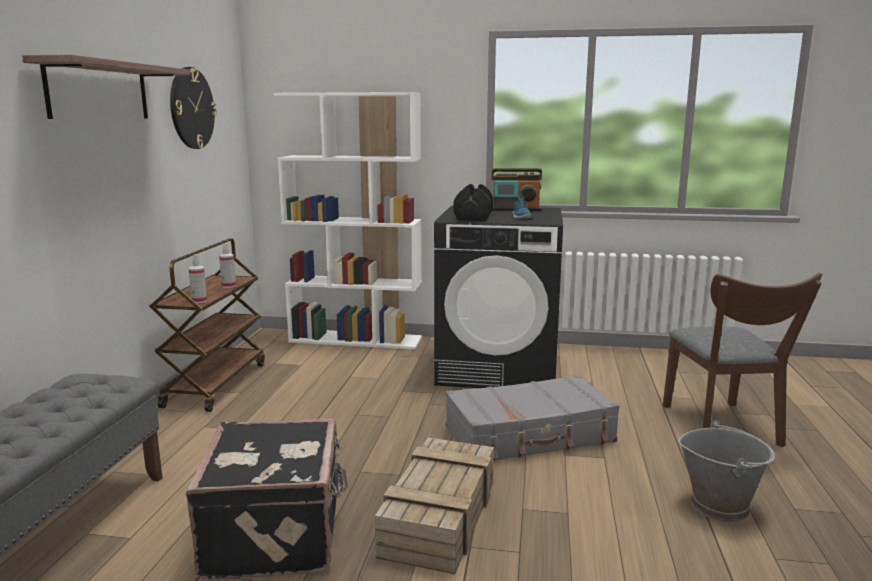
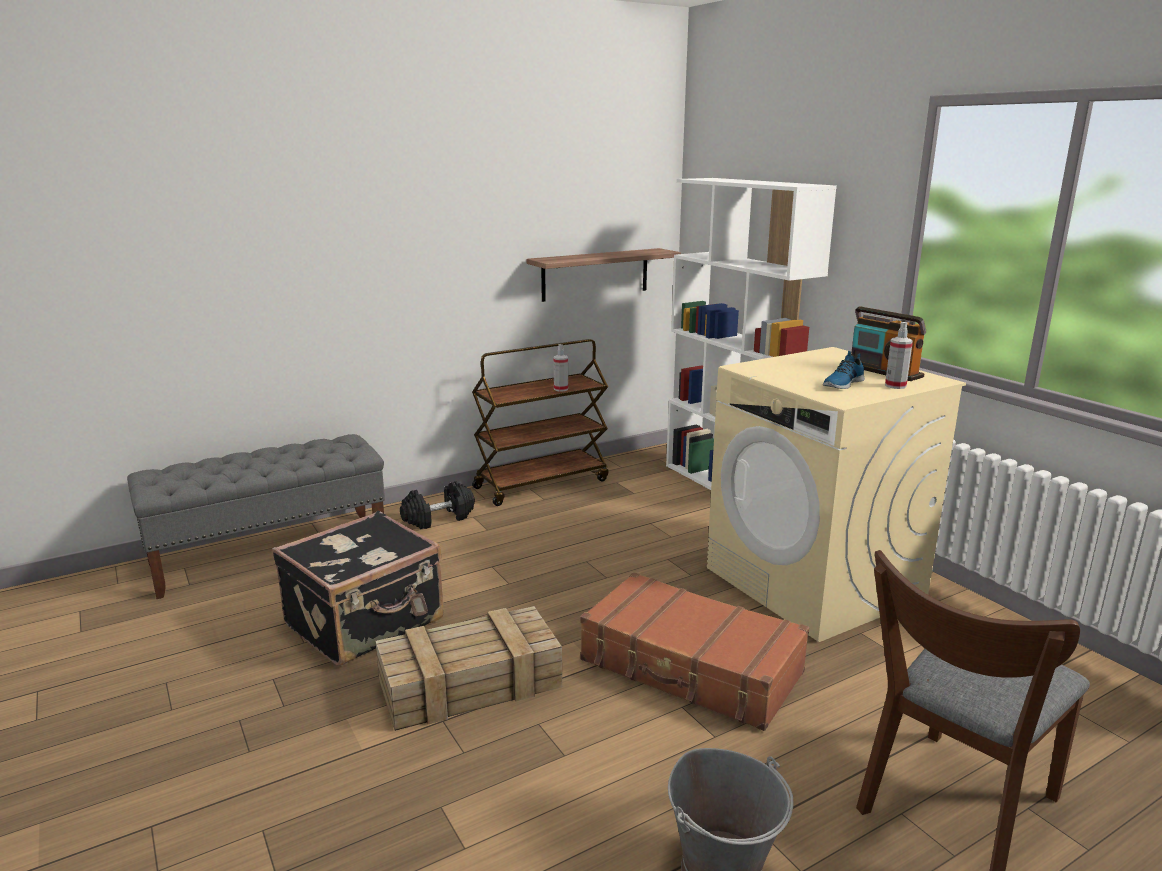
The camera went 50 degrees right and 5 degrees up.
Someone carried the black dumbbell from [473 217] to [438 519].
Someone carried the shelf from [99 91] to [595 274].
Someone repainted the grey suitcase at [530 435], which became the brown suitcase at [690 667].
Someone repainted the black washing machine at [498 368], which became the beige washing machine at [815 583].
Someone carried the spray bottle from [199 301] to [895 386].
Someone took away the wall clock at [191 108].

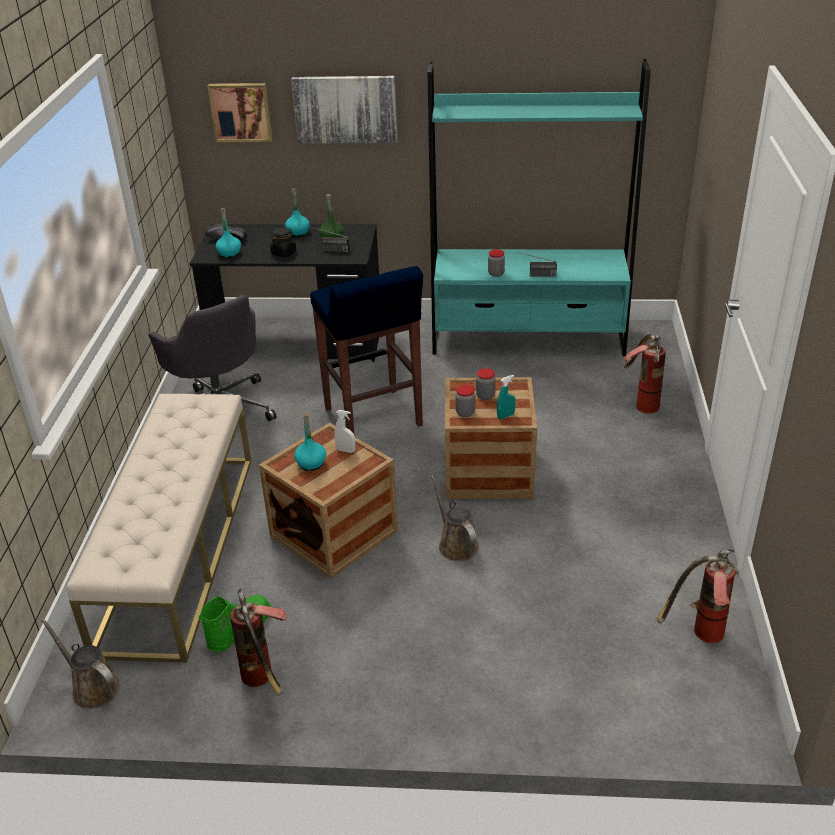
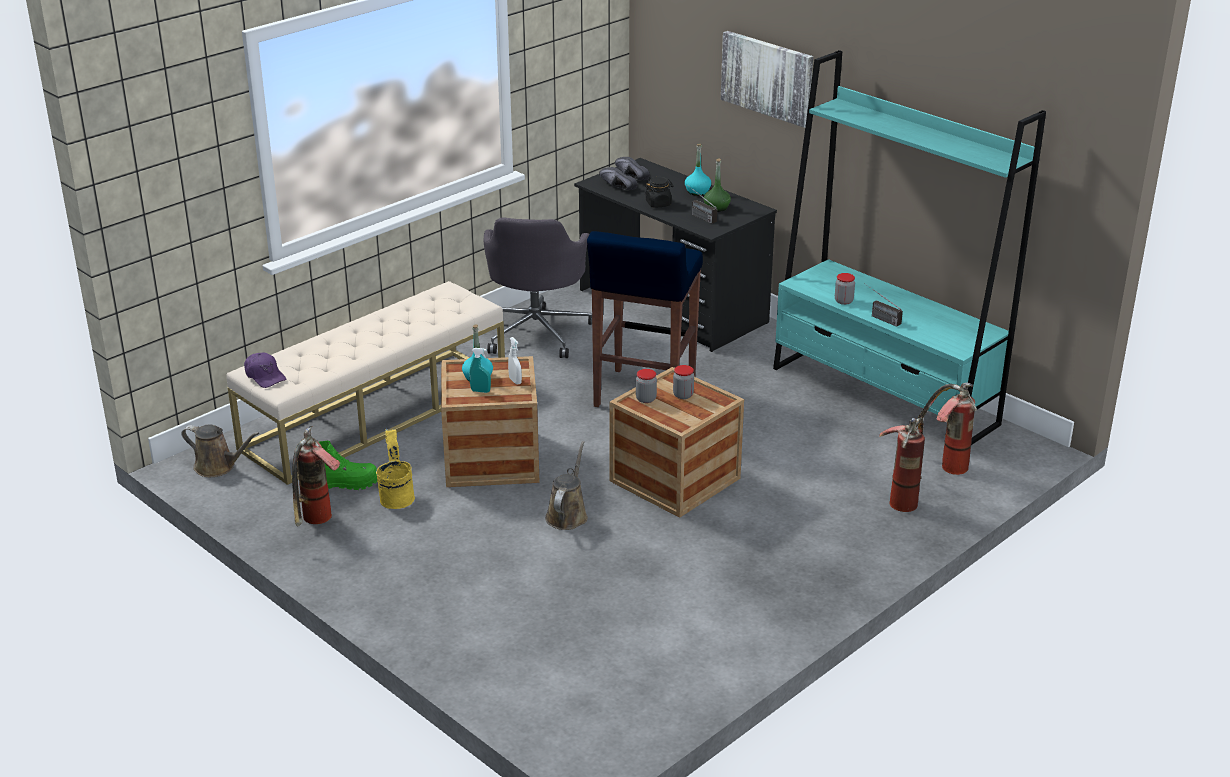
The camera went 40 degrees right and 5 degrees down.
Someone rotated the brown watering can at [92 687] by 120 degrees clockwise.
Someone put down the purple cap at [265 376].
Someone put down the yellow bucket at [396 496].
Someone carried the turquoise spray bottle from [505 416] to [480 391].
Someone swapped the turquoise bottle at [229 253] for the black shoe at [616 187].
Someone carried the fire extinguisher from [699 636] to [943 465].
Someone took away the picture at [241 111].

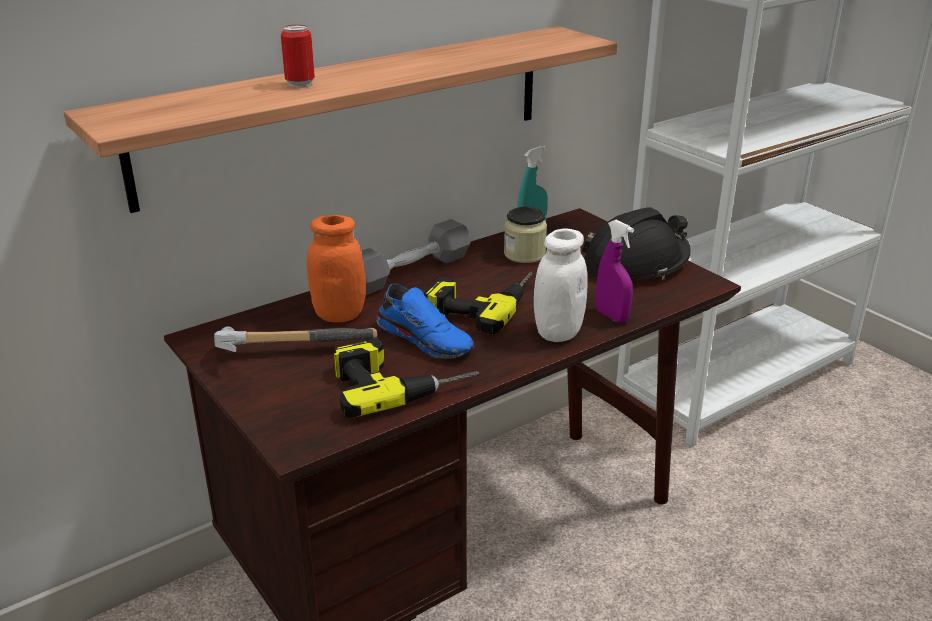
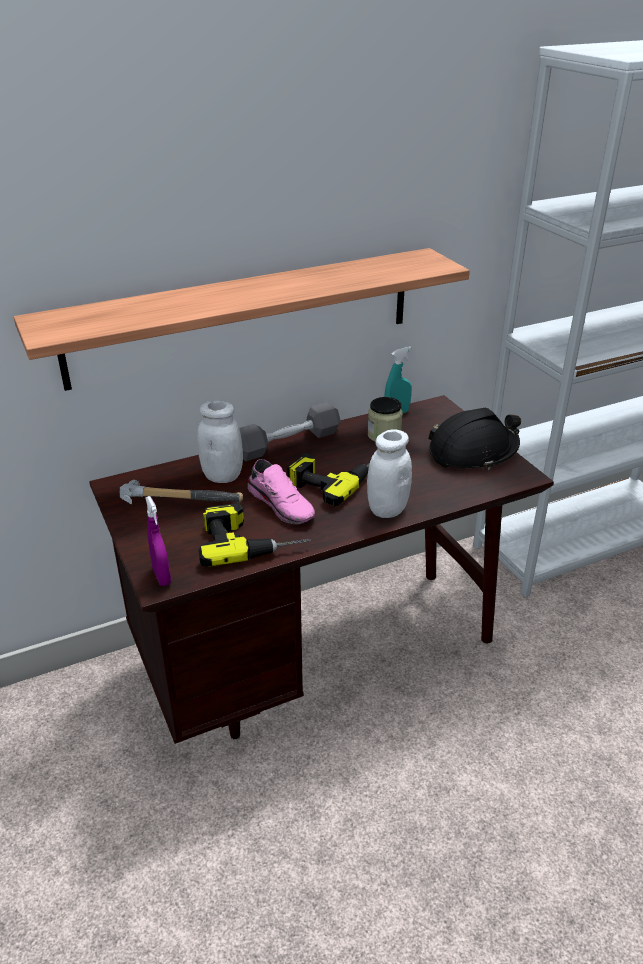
The camera went 10 degrees right and 5 degrees up.
Someone carried the purple spray bottle from [612 316] to [162 576].
Someone repainted the orange jar at [339 315], which became the white jar at [222 476].
Someone repainted the blue shoe at [426 339], which became the pink shoe at [282 504].
Someone took away the can at [300 84].

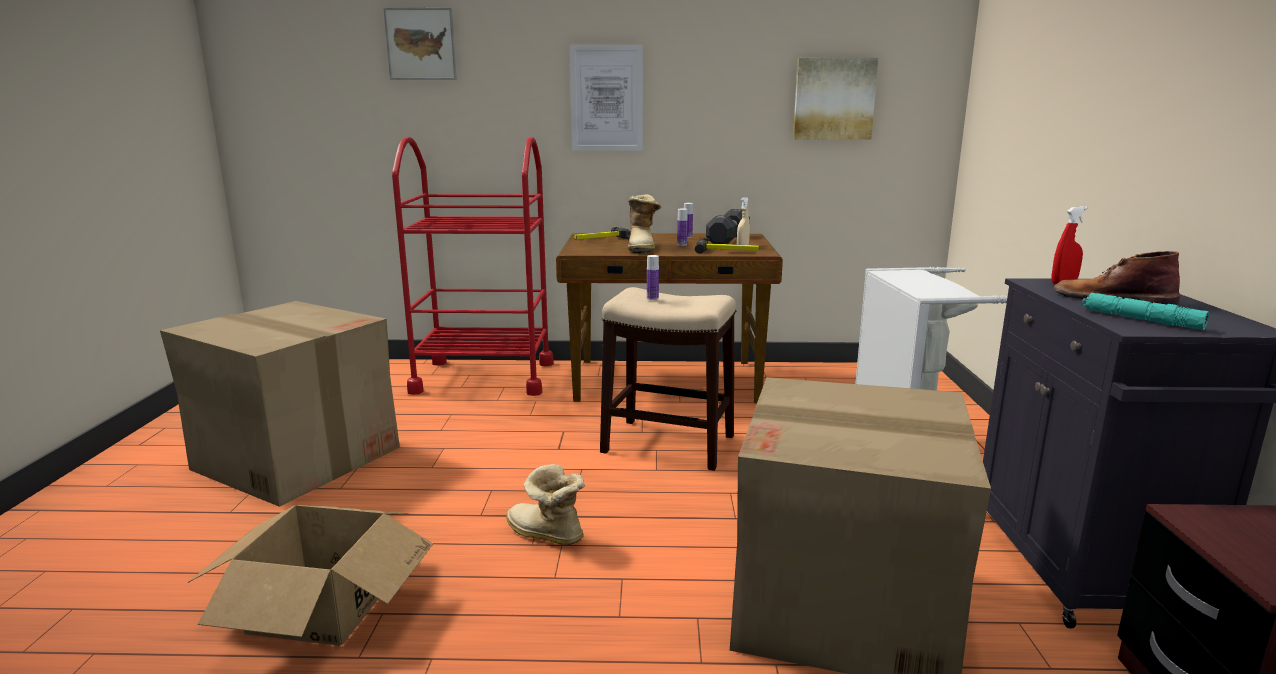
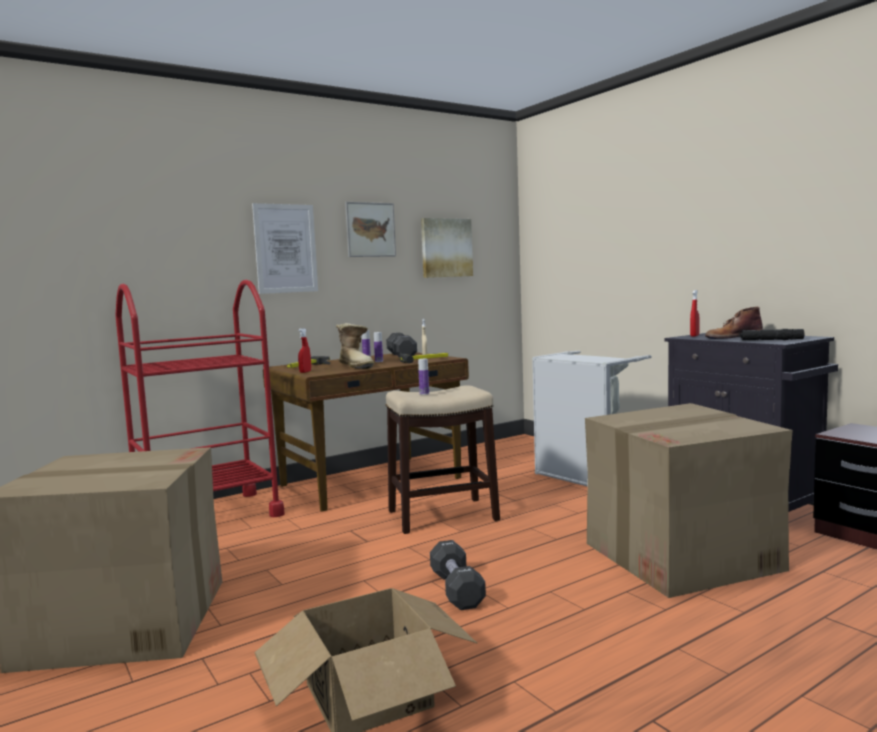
The camera went 35 degrees left and 10 degrees down.
Someone put down the red spray bottle at [305 372].
Someone carried the picture from [421 44] to [370 229].
Someone swapped the boot at [545 535] for the black dumbbell at [456 589].
Someone repainted the turquoise flashlight at [1141 319], which became the black flashlight at [771 340].

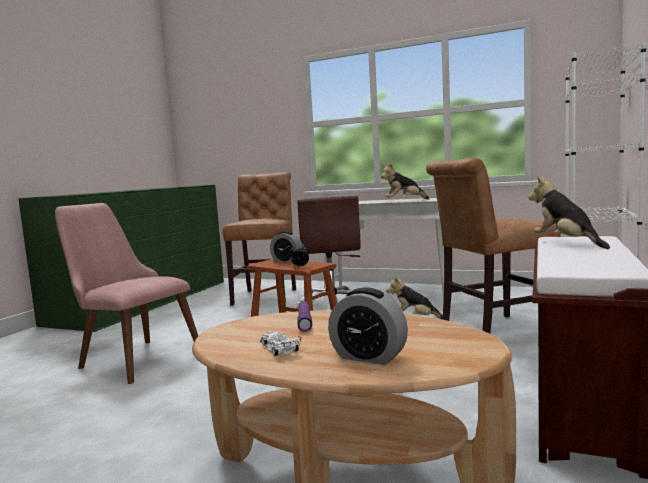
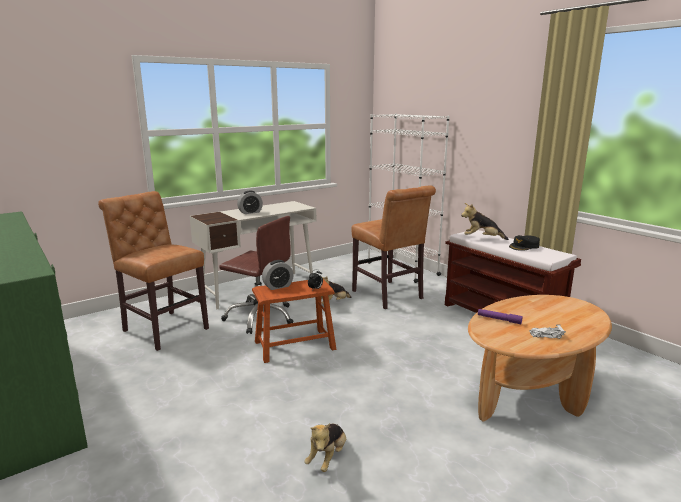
The camera went 60 degrees left and 10 degrees up.
Someone carried the alarm clock from [368 357] to [250 212].
Someone carried the plush toy from [404 201] to [327 457].
Someone rotated the brown chair at [491 332] by 45 degrees counterclockwise.
Someone put down the black cap at [524 246].
Someone took away the pink chair at [131 358].

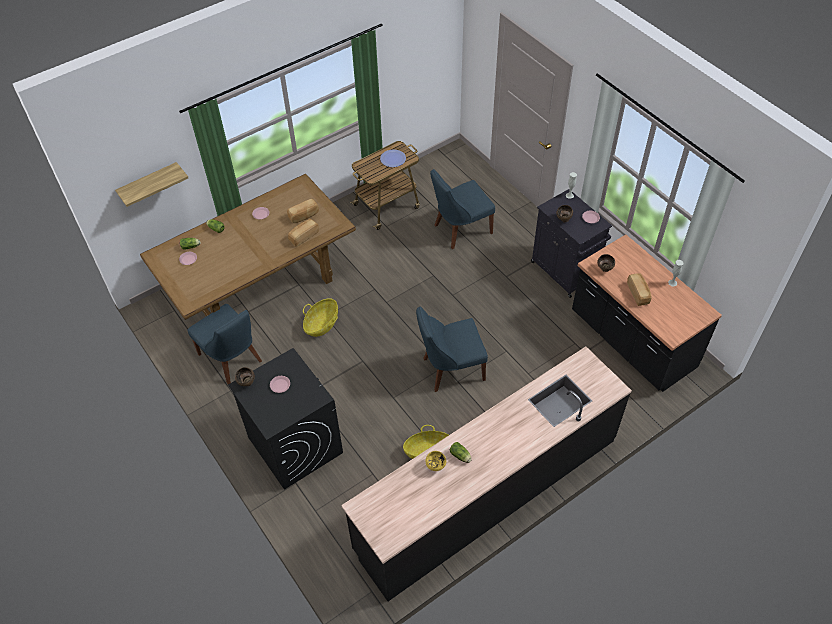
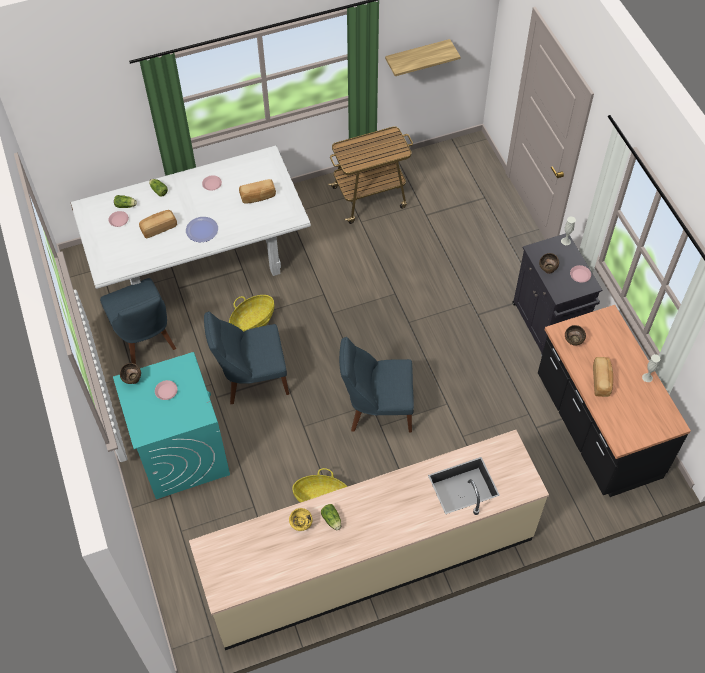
The camera went 15 degrees right and 5 degrees up.
Someone repainted the brown dining table at [260 286], which became the white dining table at [200 261].
Someone repainted the black washing machine at [294 444], which became the turquoise washing machine at [181 452].
Someone carried the bread from [303 236] to [158 228].
Someone carried the plate from [393 159] to [202 230].
Someone repainted the black counter at [487 493], which became the beige counter at [370 562].
Someone carried the blue chair from [460 230] to [252 379].
Someone carried the shelf from [149 184] to [417 57].

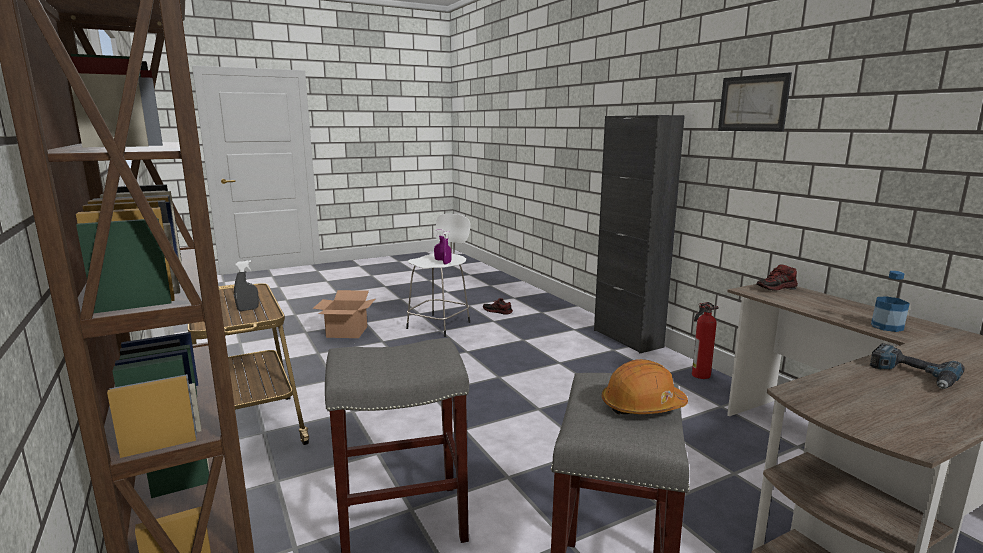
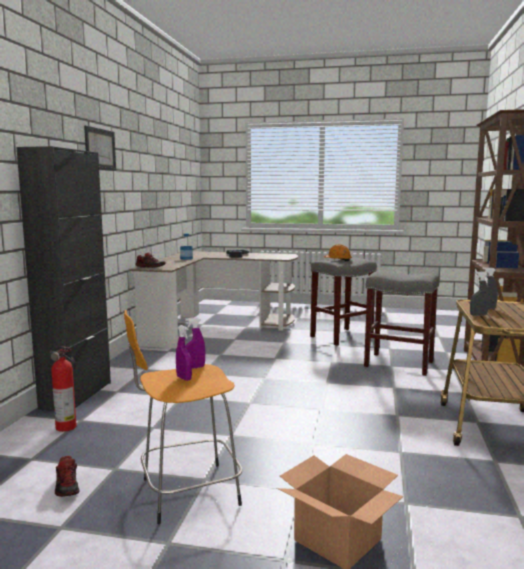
The camera went 140 degrees left and 5 degrees down.
Someone carried the fire extinguisher from [699 375] to [67 427].
Someone repainted the white stool at [440 324], which became the orange stool at [186 492].
Someone put down the grey spray bottle at [478 315].

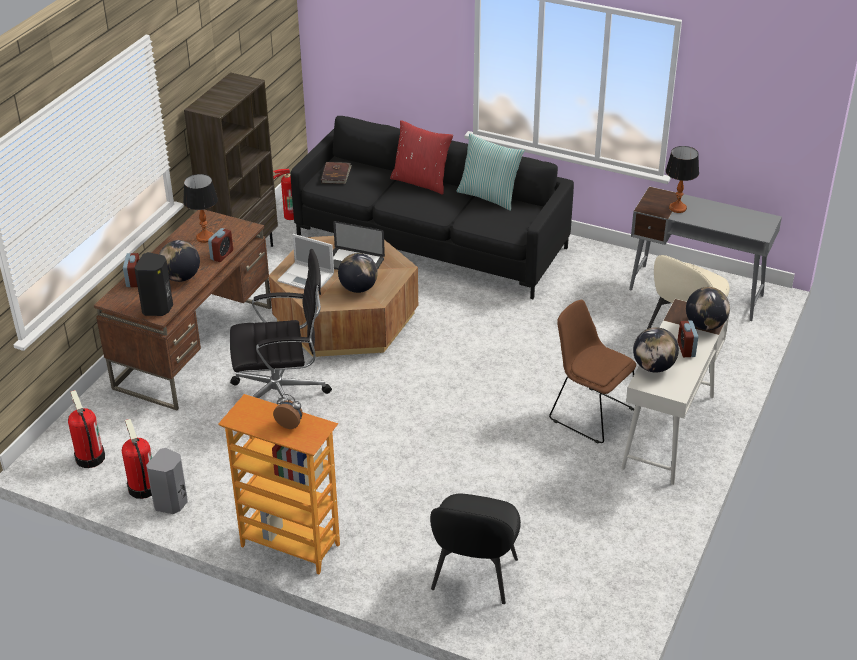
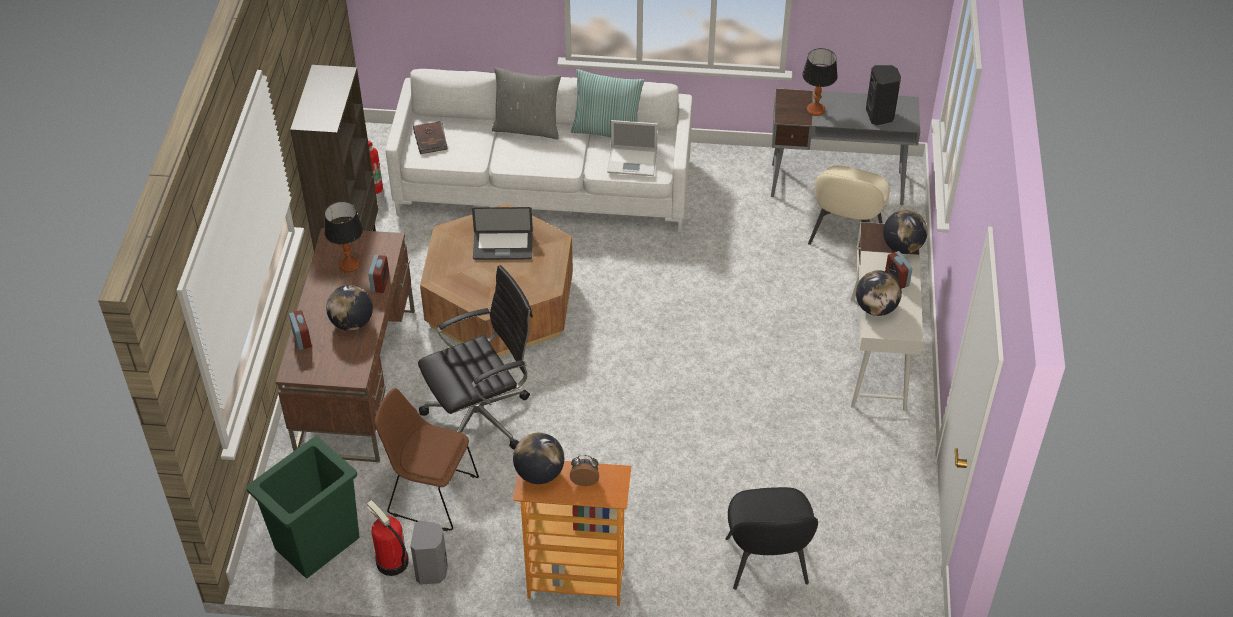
The camera went 20 degrees left and 10 degrees up.
Someone swapped the fire extinguisher at [89 458] for the green trash can at [316 543].
Someone carried the brown chair from [590 413] to [430 494].
Someone repainted the black sofa at [431 242], which became the white sofa at [544 186].
Someone repainted the red pillow at [421 182], which became the grey pillow at [527 128].
Someone carried the globe from [358 289] to [539 473].
Someone carried the laptop from [307 278] to [633 161].
Someone carried the black speaker from [158 308] to [880 116].

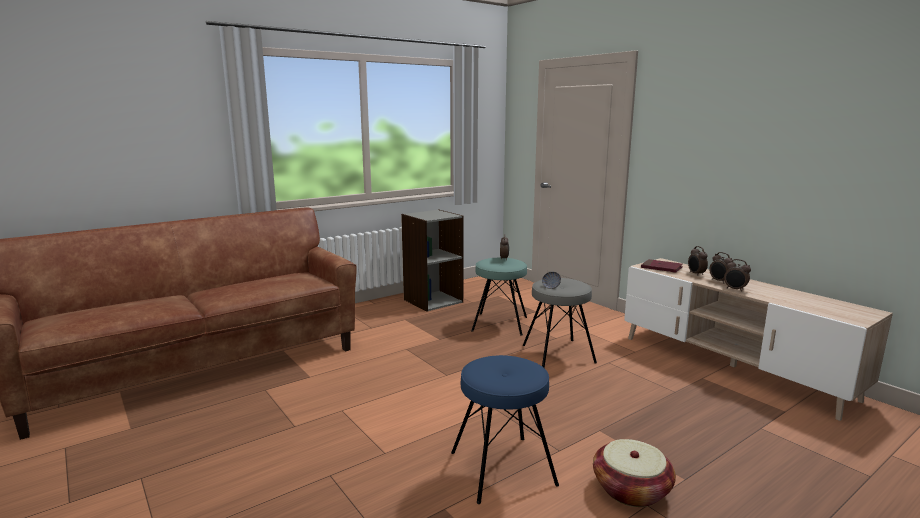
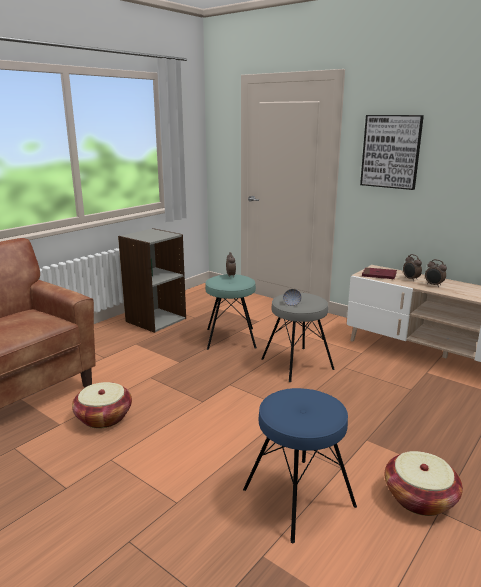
The camera went 15 degrees left and 5 degrees up.
Someone put down the basket at [104 417].
Someone put up the picture at [391 151].
Someone took away the alarm clock at [735 289].

